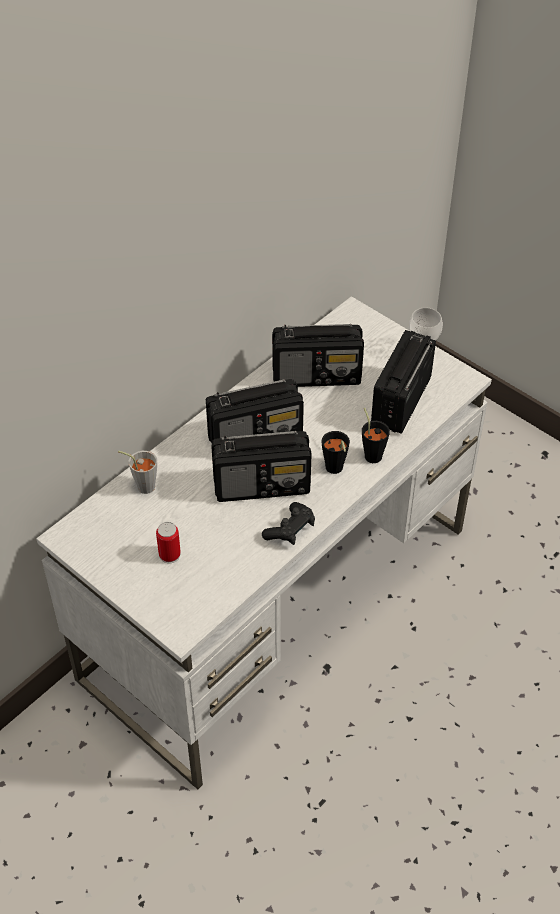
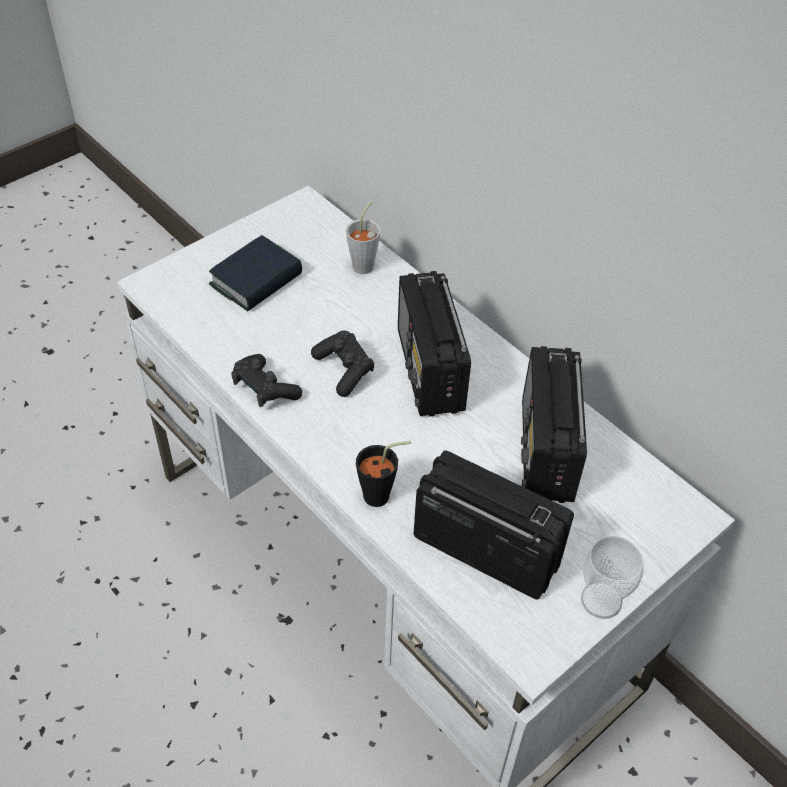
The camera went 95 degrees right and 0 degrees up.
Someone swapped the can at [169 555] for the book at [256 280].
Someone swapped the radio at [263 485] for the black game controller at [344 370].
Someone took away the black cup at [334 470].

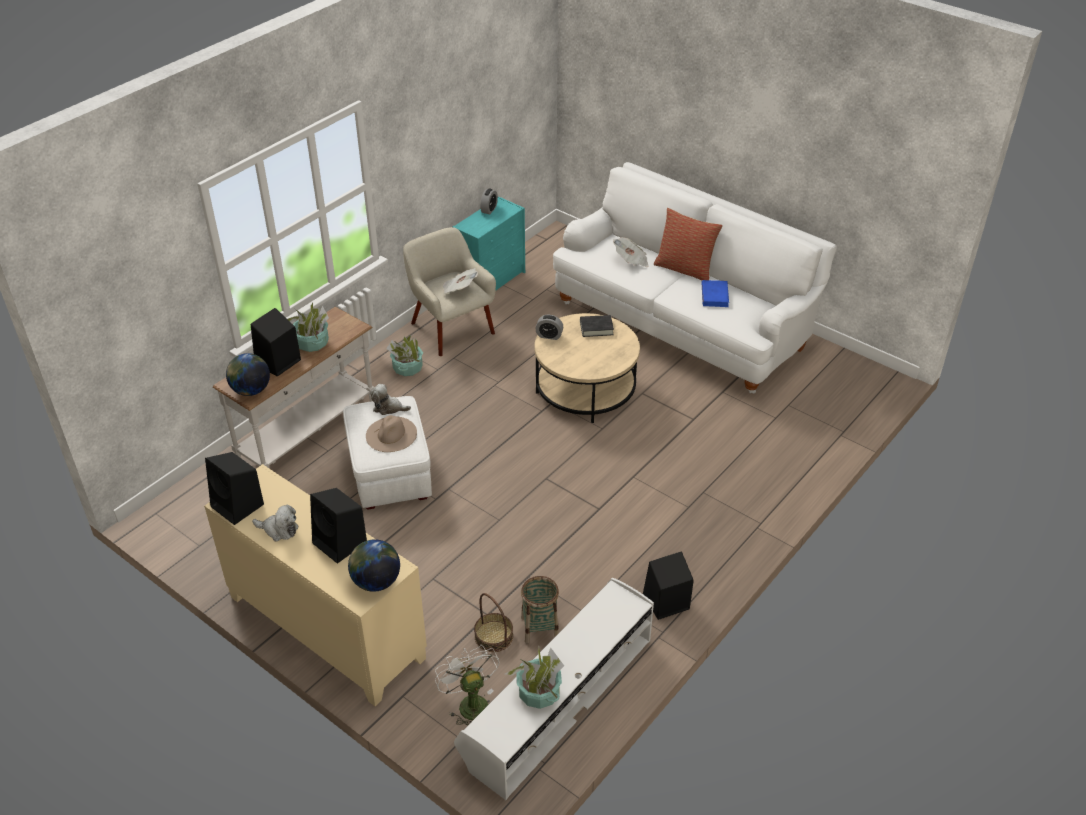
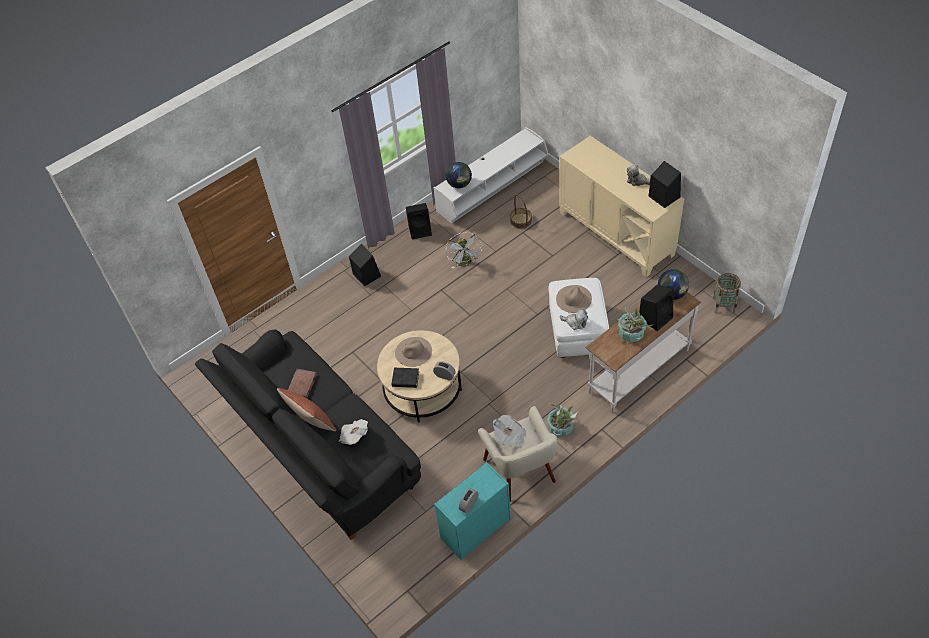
The camera went 165 degrees left and 10 degrees up.
Someone repainted the white sofa at [683 323], which became the black sofa at [319 451].
Someone repainted the blue book at [714 295], which became the brown book at [302 385].
Someone carried the black speaker from [341 543] to [366 275].
Someone put down the beige hat at [413 351].
Someone carried the white fan from [469 703] to [465 263].
Someone carried the globe from [376 581] to [459 184].
Someone carried the basket from [540 628] to [723 305].
Someone took away the potted plant at [539 692].

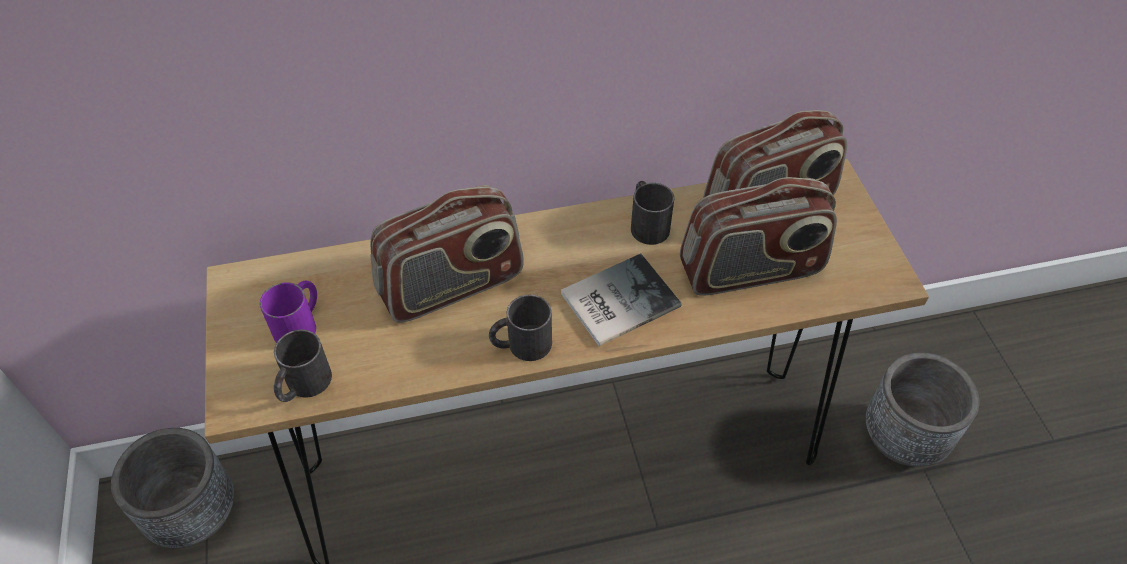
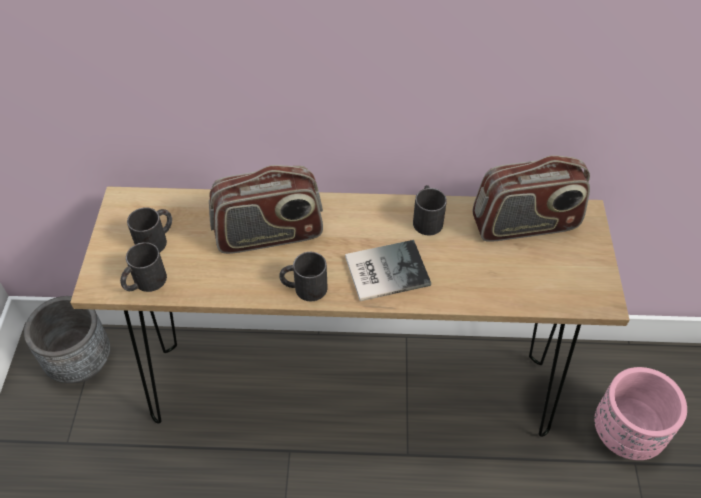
The camera went 15 degrees right and 0 degrees up.
Someone repainted the purple mug at [300 324], which became the black mug at [156 239].
Someone repainted the grey planter at [903 438], which became the pink planter at [625 434].
Someone took away the radio at [751 270].

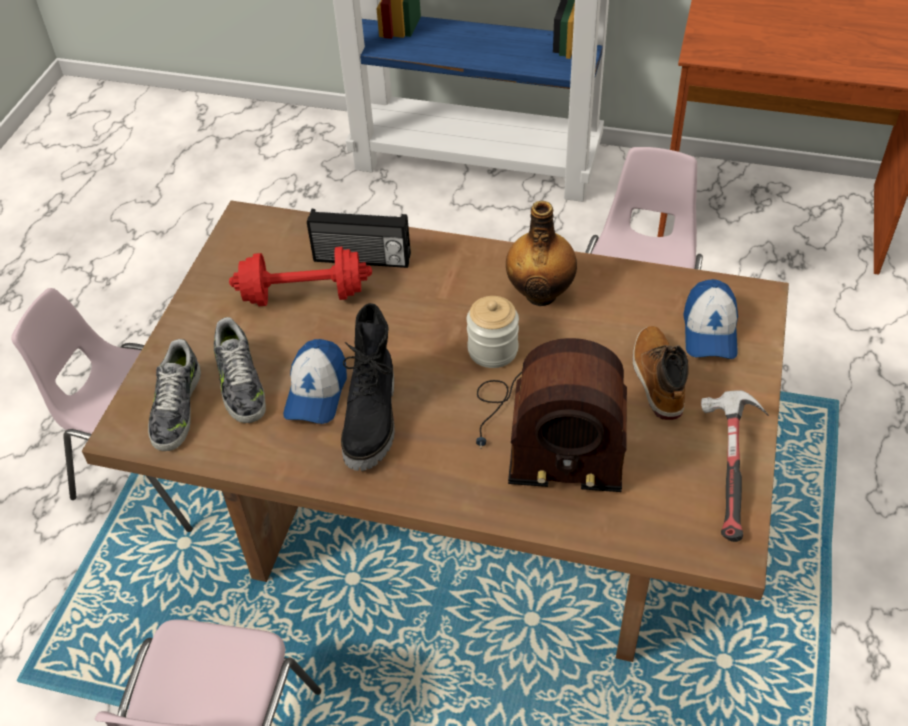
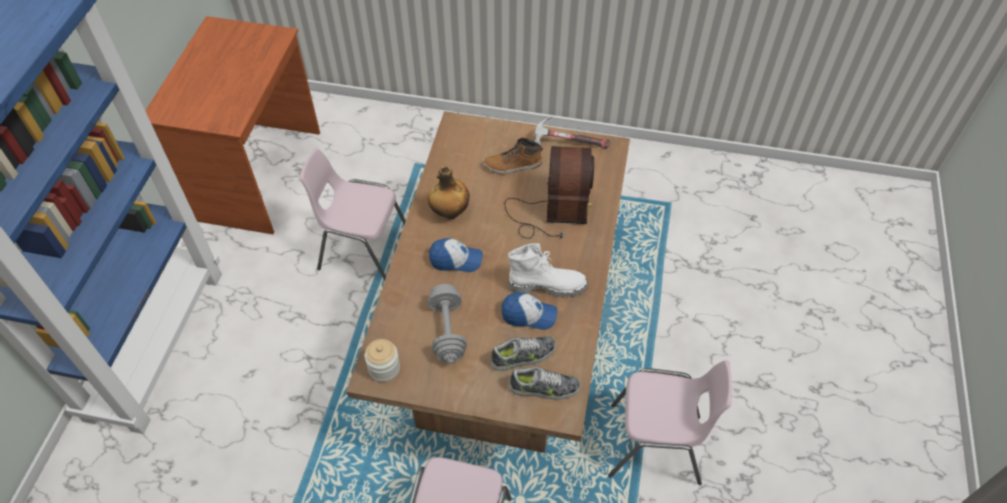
The camera went 95 degrees left and 5 degrees up.
Someone carried the jar from [493 350] to [384 368].
Someone repainted the red dumbbell at [304 295], which became the grey dumbbell at [447 331].
Someone carried the cap from [709 331] to [456 260].
Someone repainted the black boot at [373 420], which became the white boot at [547 285].
Someone took away the radio at [362 259].

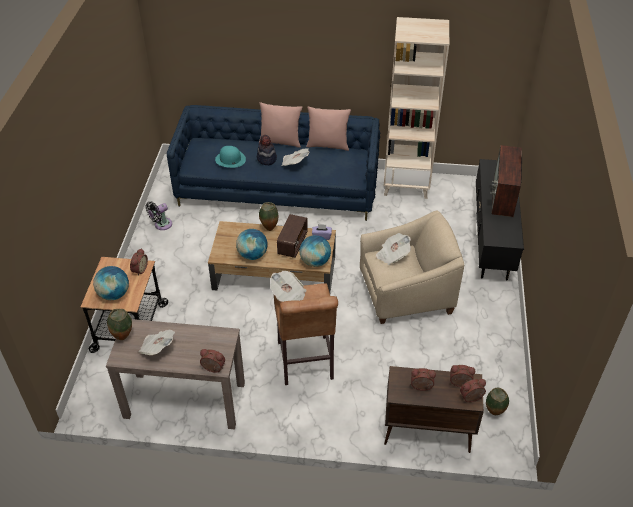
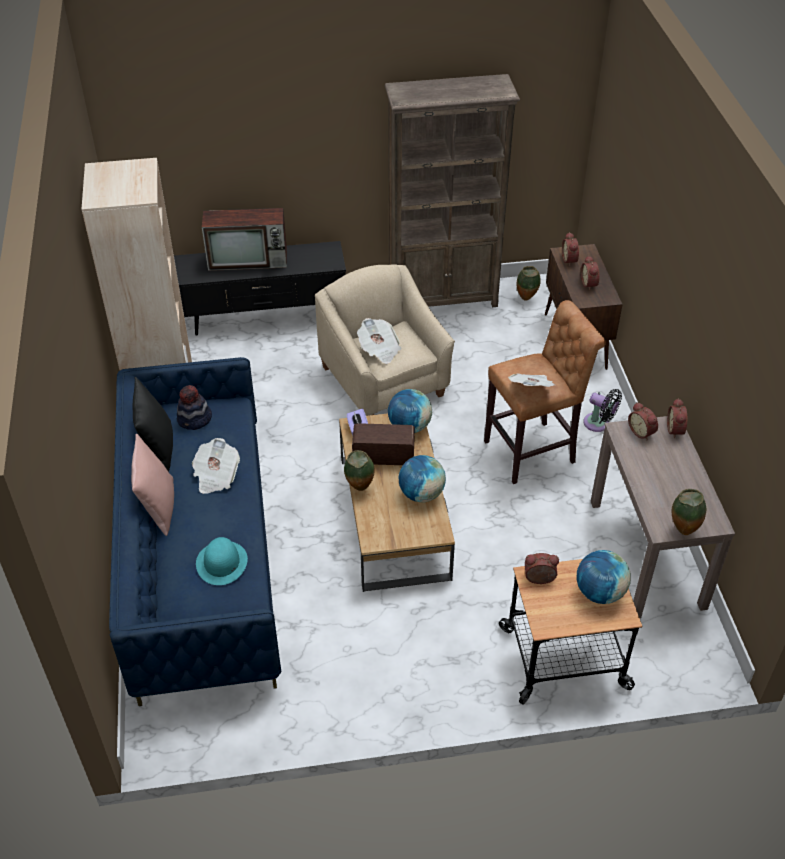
The camera went 105 degrees left and 0 degrees up.
Someone repainted the pink pillow at [328 145], which became the black pillow at [158 448].
Someone carried the hat from [266 159] to [194 419].
Someone put down the brown bookcase at [443 299].
Someone carried the black fan from [161 225] to [599 424].
Someone carried the alarm clock from [471 398] to [642 432].
Someone took away the newspaper at [157 348].

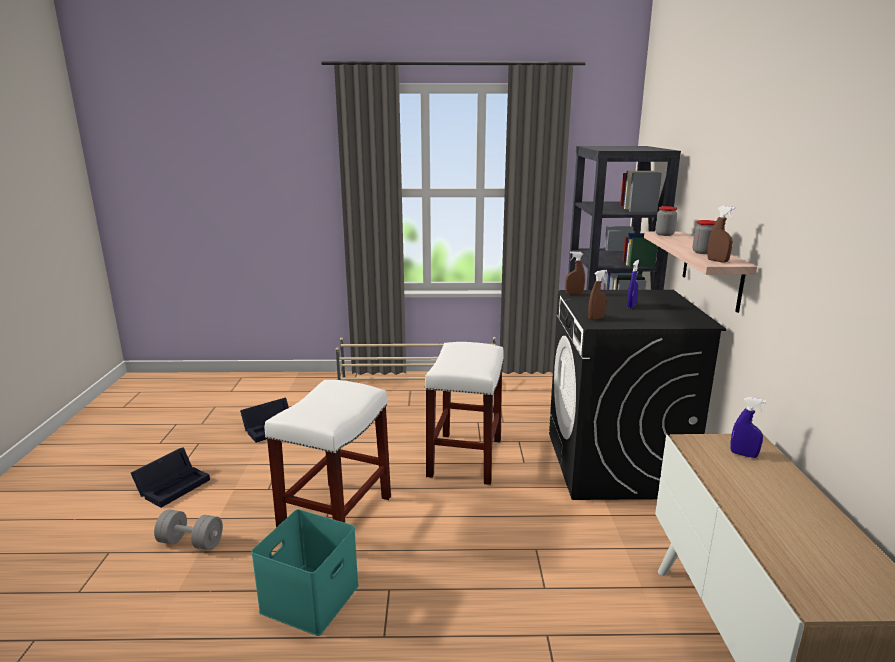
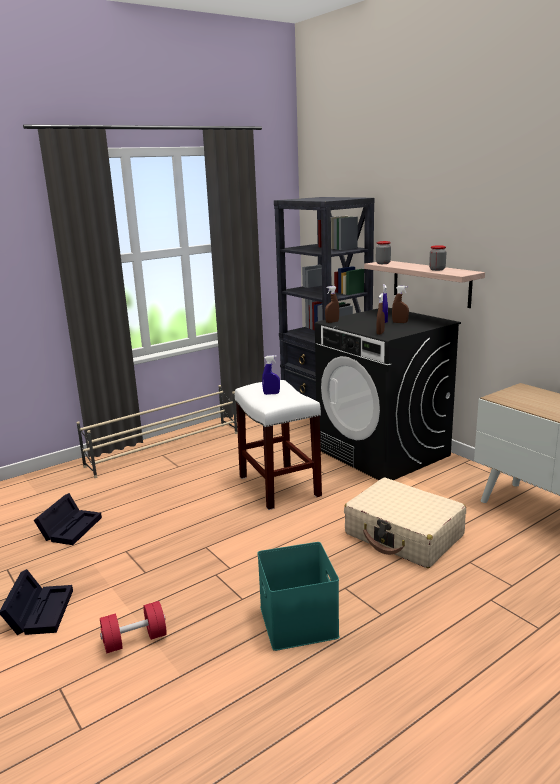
The camera went 35 degrees left and 0 degrees up.
Someone repainted the grey dumbbell at [191 542], which became the red dumbbell at [135 640].
Someone carried the blue spray bottle from [743 454] to [271 393].
Someone put down the beige suitcase at [404 535].
Someone carried the brown spray bottle from [717 261] to [400 322].
Someone took away the white stool at [336 516].

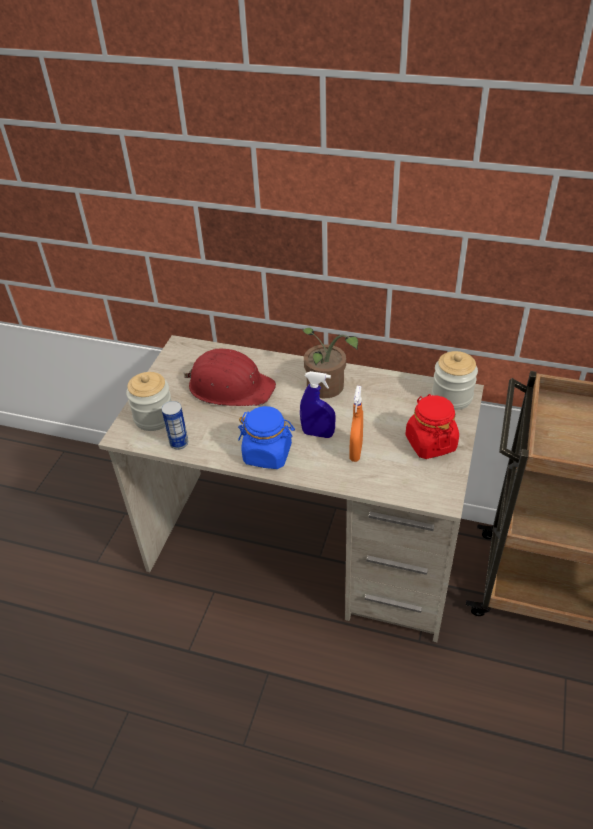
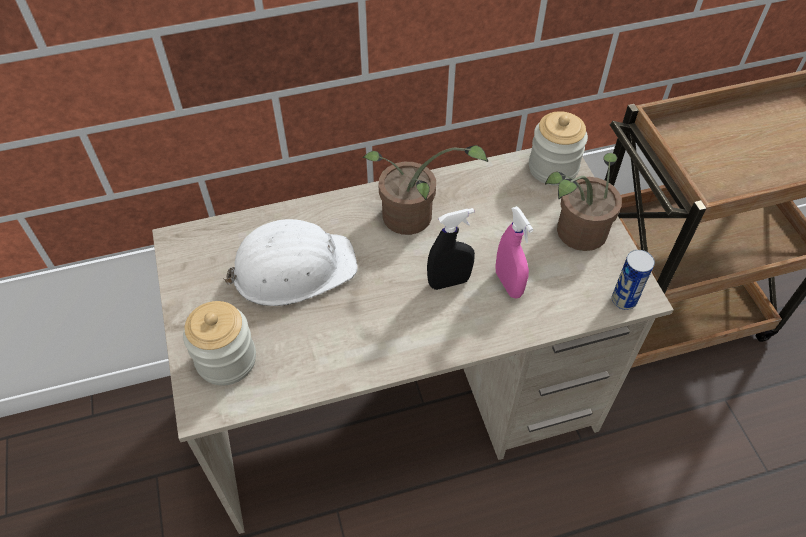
The camera went 35 degrees left and 10 degrees up.
Someone repainted the red hard hat at [230 386], which became the white hard hat at [292 268].
Someone repainted the blue spray bottle at [318 434], which became the black spray bottle at [449 282].
Someone repainted the orange spray bottle at [356 451], which became the pink spray bottle at [508 284].
Someone swapped the red jar at [430 443] for the potted plant at [576 235].
Someone carried the can from [179 443] to [624 300].
Someone took away the blue jar at [268 454].

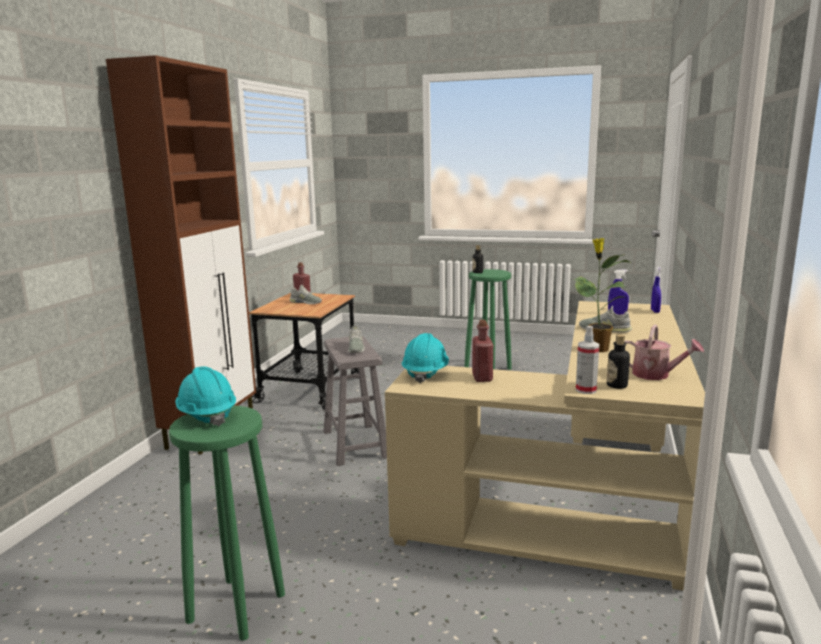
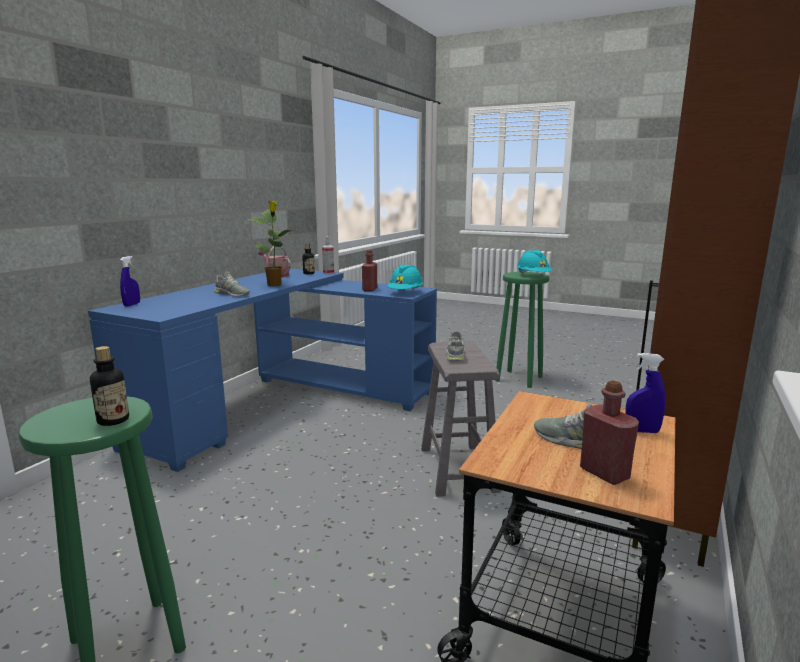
The camera went 170 degrees left and 0 degrees up.
Someone repainted the beige desk at [583 497], which became the blue desk at [283 403].
Someone carried the blue spray bottle from [617 314] to [642 431].

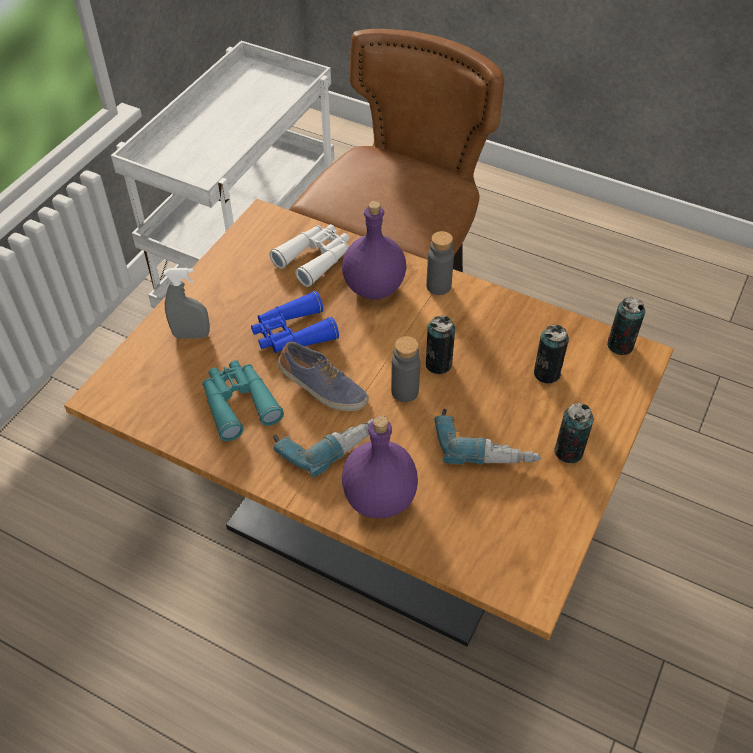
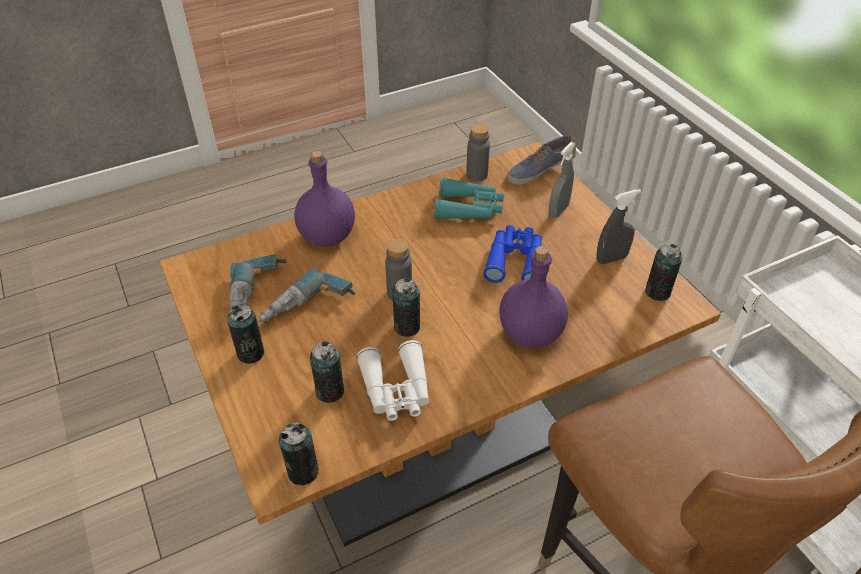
The camera went 125 degrees right and 5 degrees down.
Someone carried the power drill from [328 440] to [258 297].
Someone carried the white binoculars from [315 258] to [396 390].
Someone carried the grey bottle from [438 286] to [477 175].
Someone carried the shoe from [322 389] to [539 170].
Someone put down the grey spray bottle at [611 259].
Someone put down the can at [657 292].

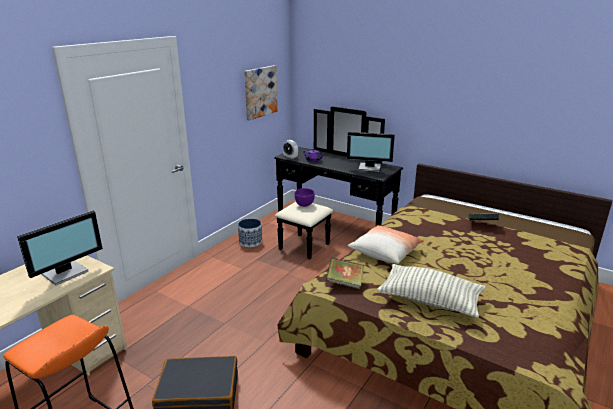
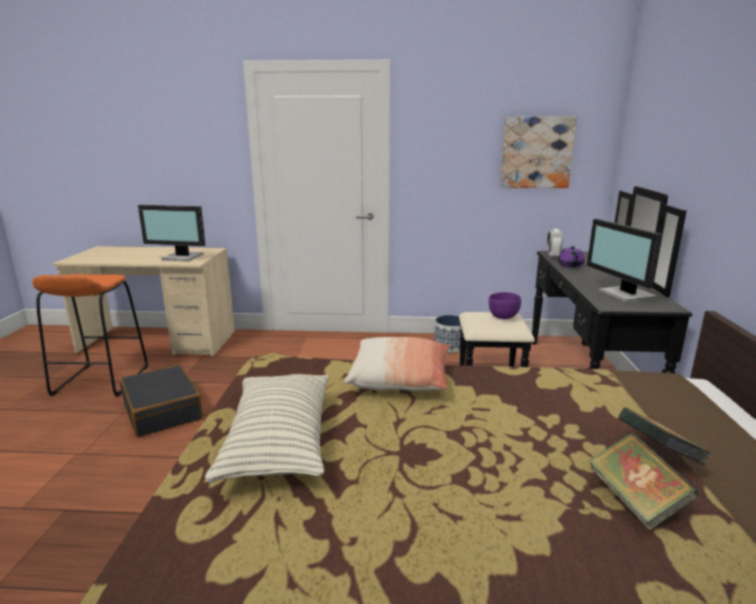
The camera went 60 degrees right and 5 degrees down.
Someone carried the book from [345 283] to [635 500].

